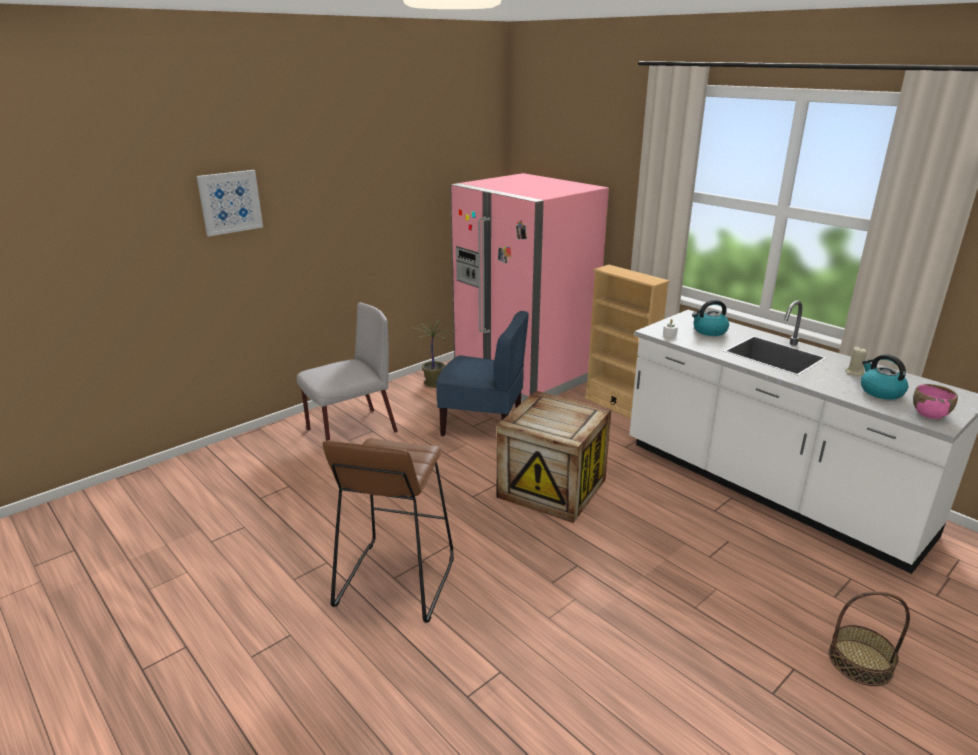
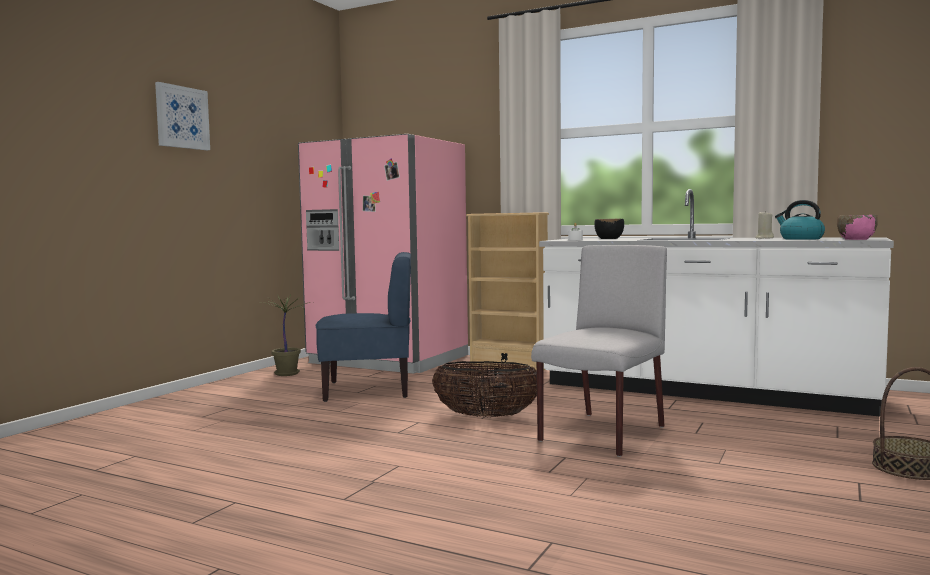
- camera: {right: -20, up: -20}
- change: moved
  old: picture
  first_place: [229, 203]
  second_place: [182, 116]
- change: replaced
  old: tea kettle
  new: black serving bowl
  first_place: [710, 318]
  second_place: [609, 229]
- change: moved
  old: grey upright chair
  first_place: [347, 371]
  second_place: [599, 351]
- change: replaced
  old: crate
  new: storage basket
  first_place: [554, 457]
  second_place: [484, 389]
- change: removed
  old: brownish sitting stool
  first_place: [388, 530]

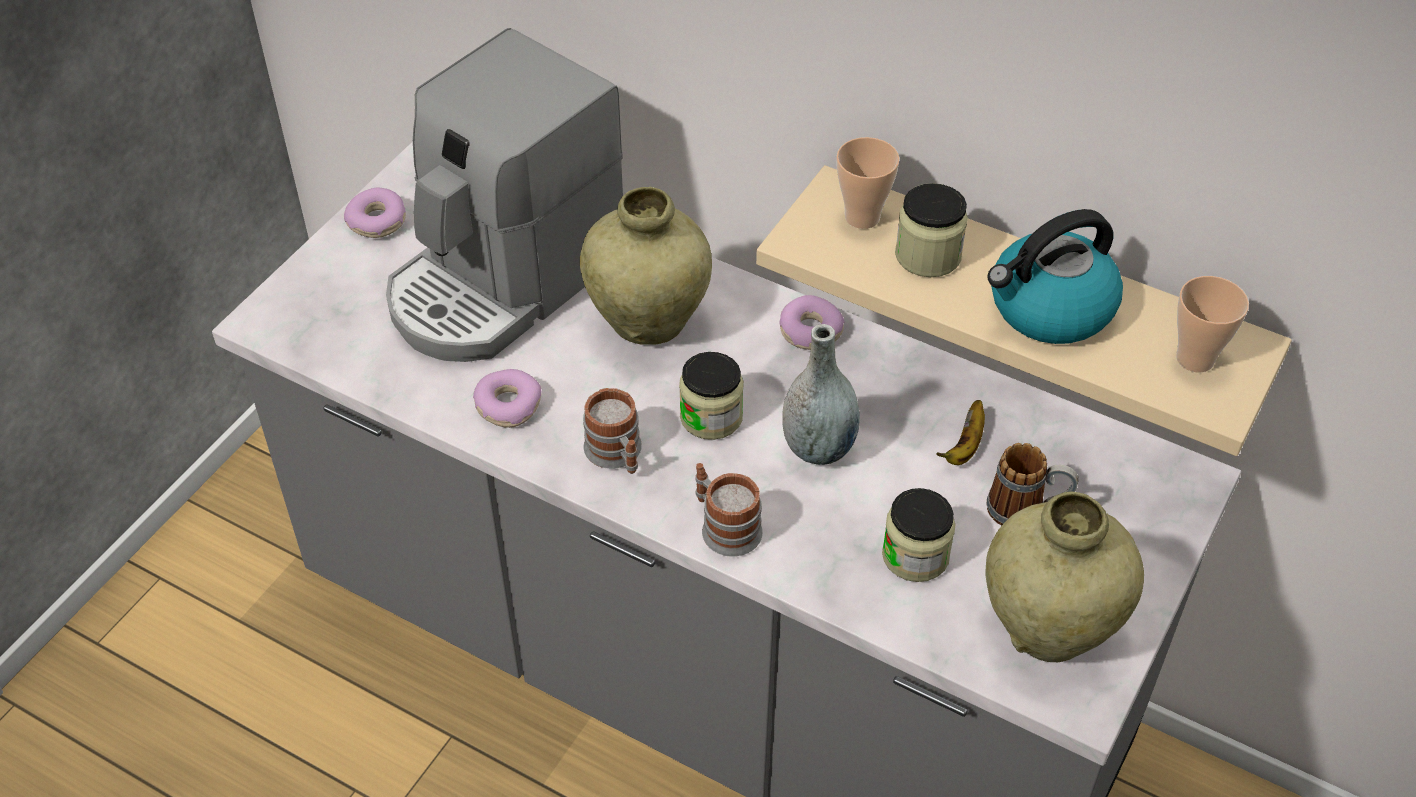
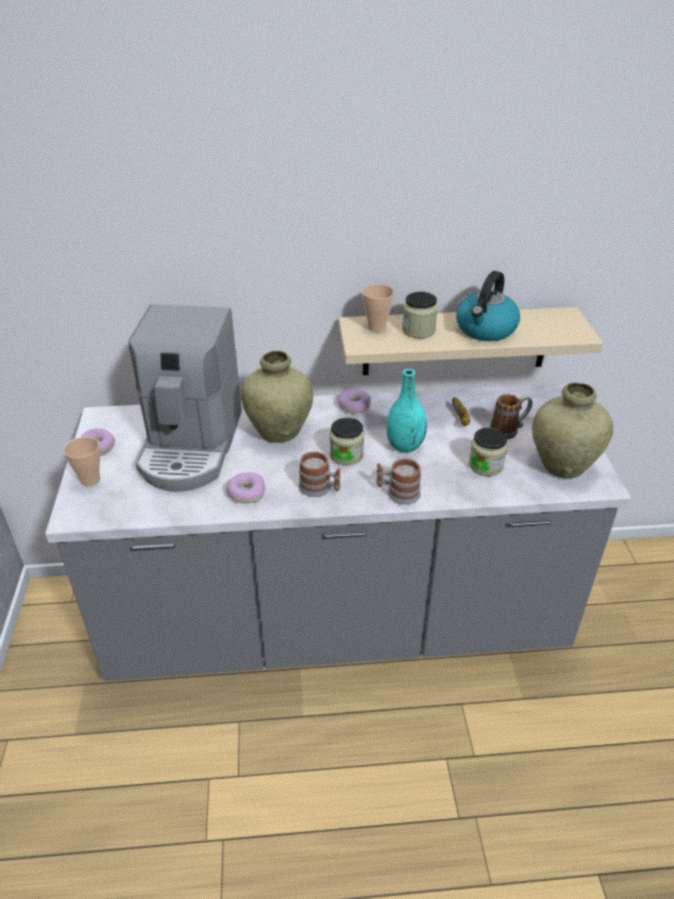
- camera: {right: -35, up: -10}
- change: moved
  old: small cup
  first_place: [1212, 324]
  second_place: [82, 461]
- change: recoloured
  old: grey decorative vase
  new: turquoise decorative vase
  first_place: [821, 394]
  second_place: [406, 411]

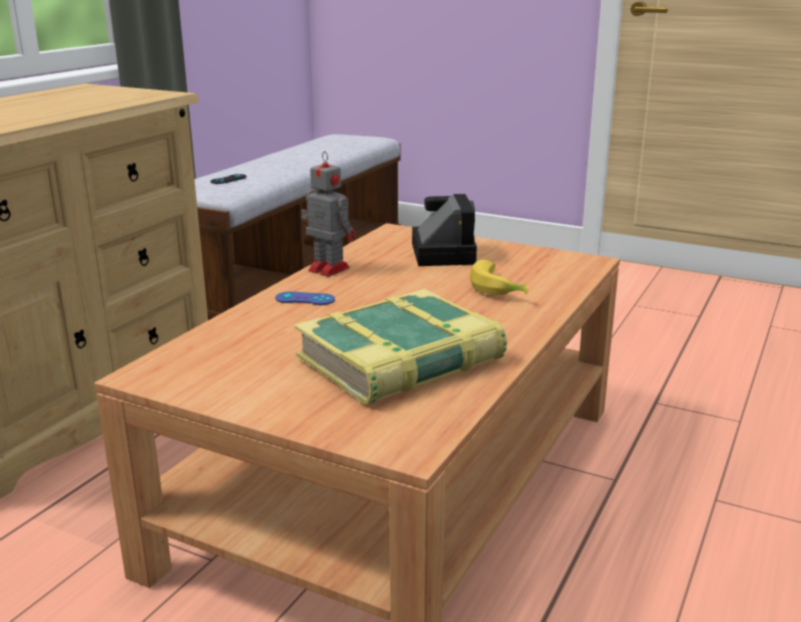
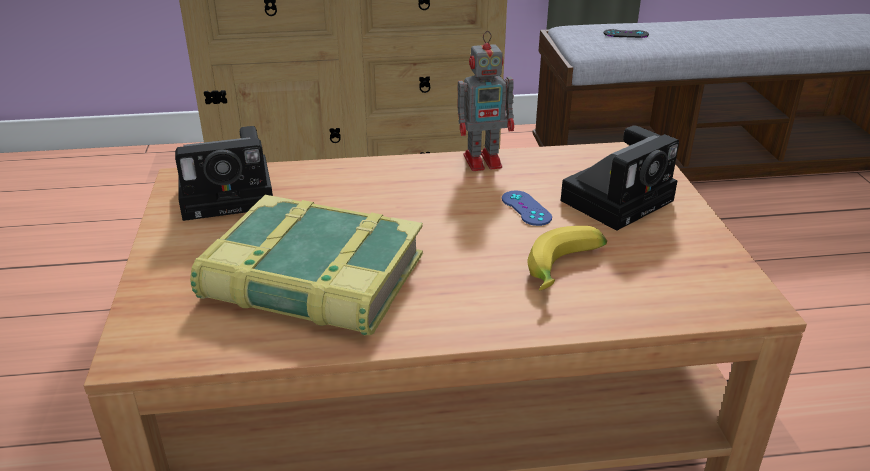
- camera: {right: 55, up: 10}
- change: turned
  old: model robot
  first_place: [328, 214]
  second_place: [485, 101]
  degrees: 75
- change: moved
  old: blue game controller
  first_place: [305, 298]
  second_place: [527, 208]
- change: added
  new: still camera
  second_place: [224, 173]

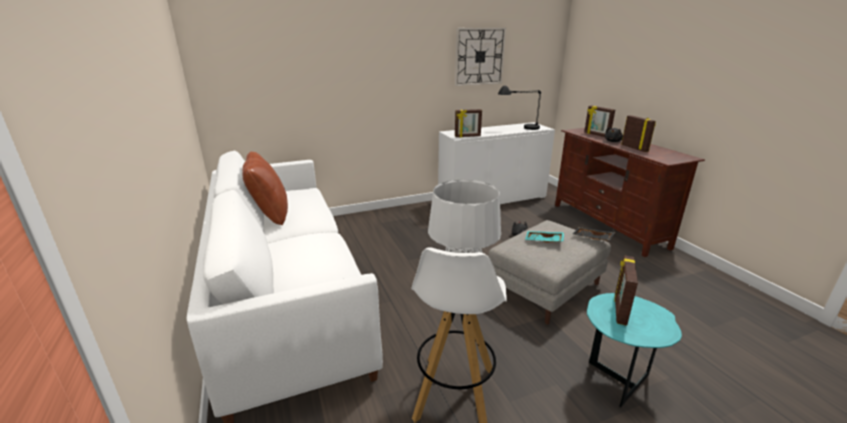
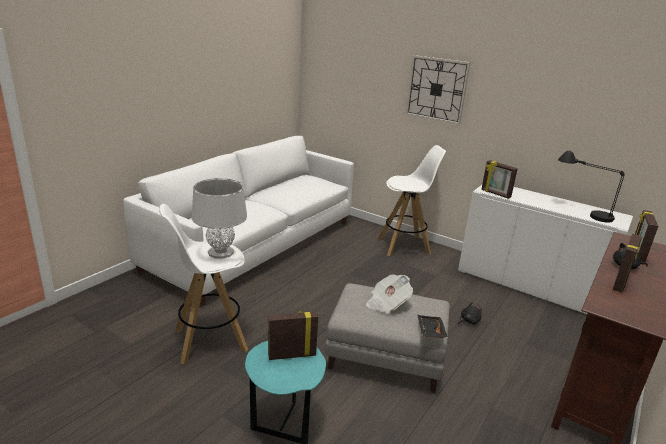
- camera: {right: 55, up: 0}
- change: moved
  old: hanging clock
  first_place: [480, 56]
  second_place: [438, 90]
- change: removed
  old: brownish throw pillow
  first_place: [265, 188]
- change: replaced
  old: turquoise serving tray
  new: daily paper
  first_place: [544, 236]
  second_place: [389, 294]
- change: added
  new: white-coloured sitting stool
  second_place: [412, 200]

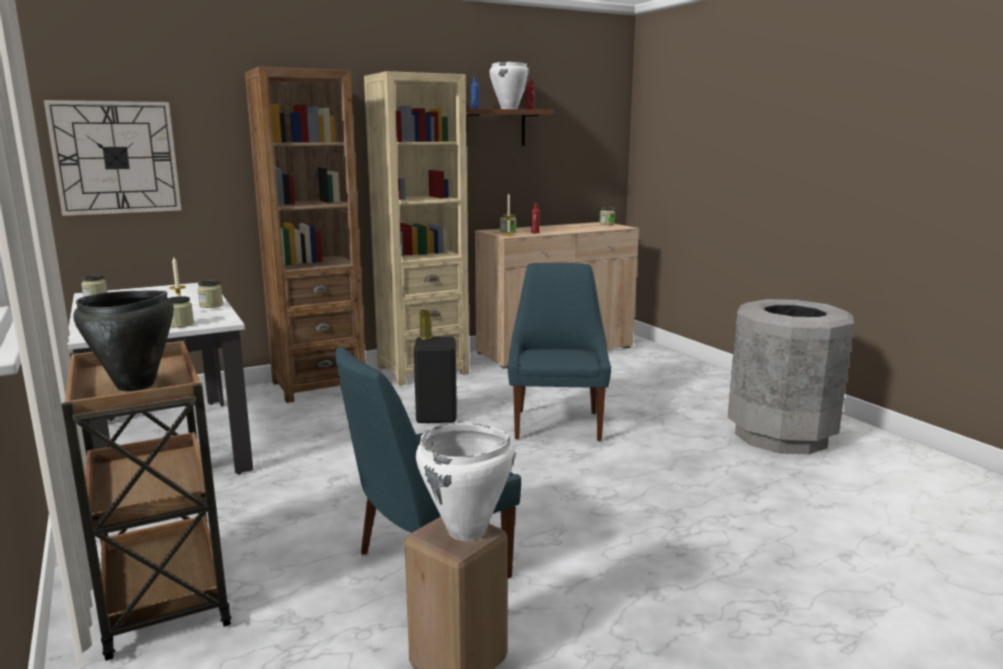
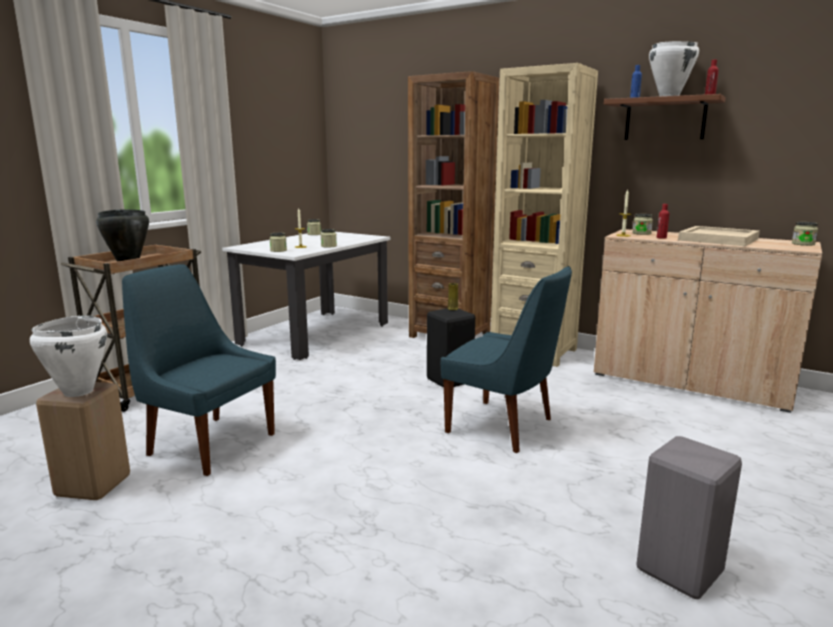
- camera: {right: 60, up: 0}
- change: removed
  old: hanging clock
  first_place: [113, 158]
- change: turned
  old: blue upright chair
  first_place: [559, 352]
  second_place: [506, 359]
  degrees: 60
- change: replaced
  old: grey waste bin
  new: grey sitting stool
  first_place: [791, 377]
  second_place: [689, 517]
- change: added
  new: beige serving tray
  second_place: [719, 236]

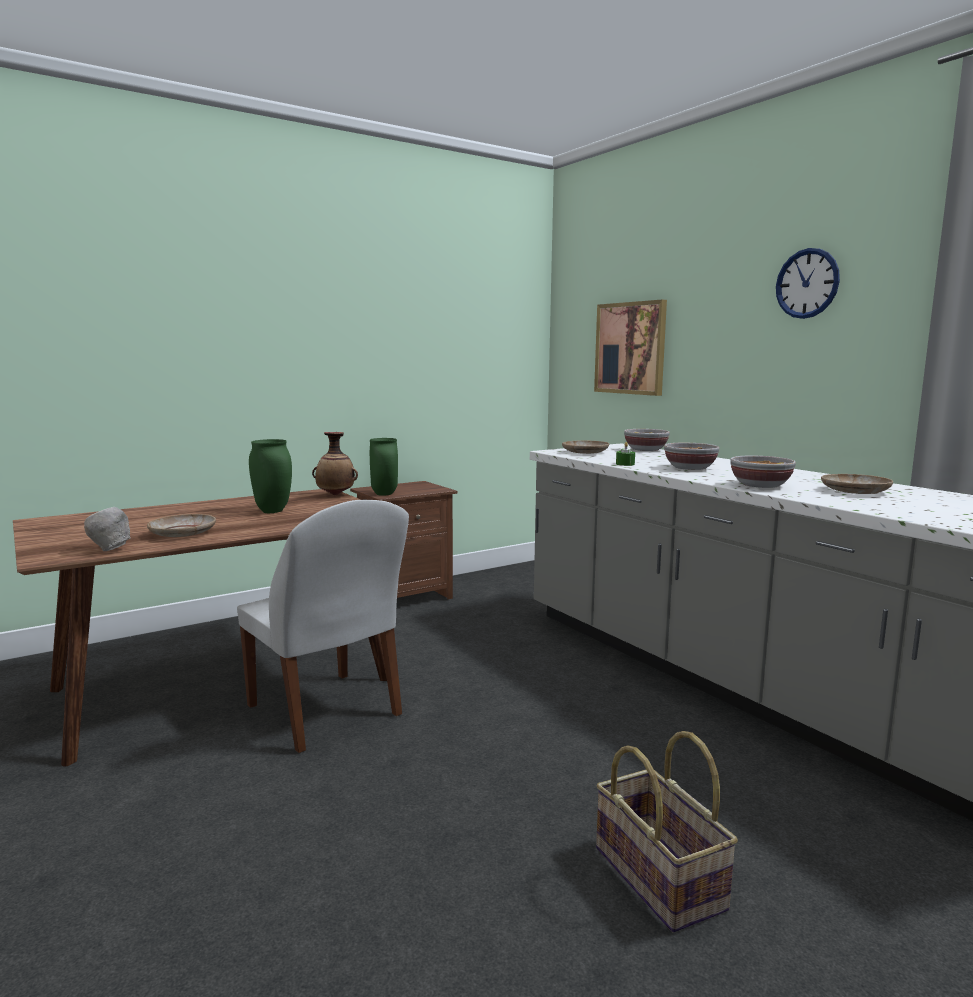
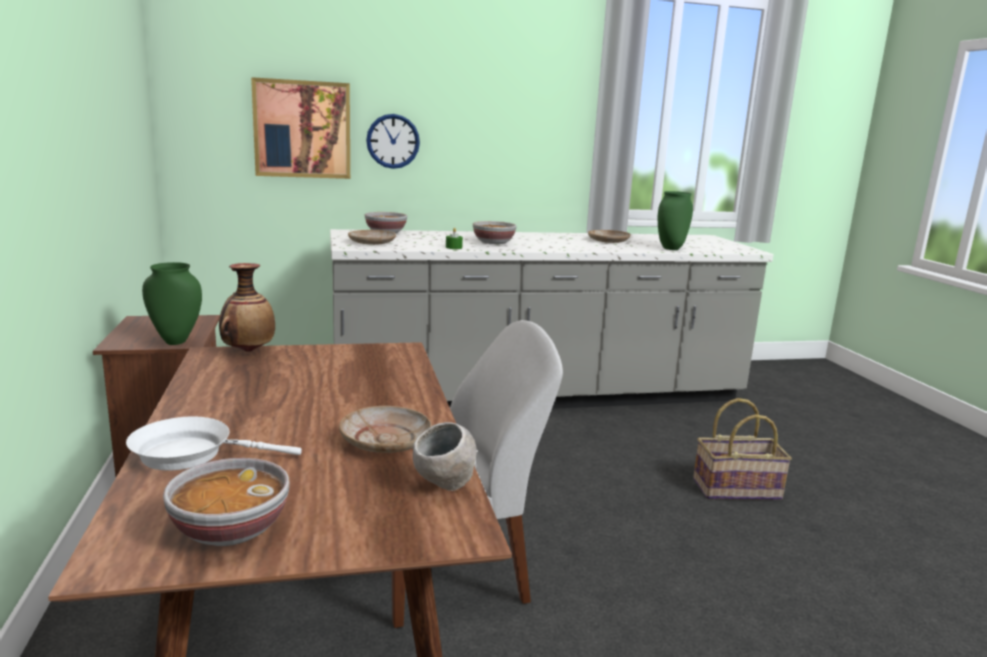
- camera: {right: -70, up: 5}
- change: moved
  old: hanging clock
  first_place: [808, 283]
  second_place: [393, 141]
- change: moved
  old: greenish decorative vase
  first_place: [270, 476]
  second_place: [675, 220]
- change: moved
  old: serving bowl
  first_place: [763, 472]
  second_place: [226, 502]
- change: added
  new: white-coloured frying pan
  second_place: [214, 443]

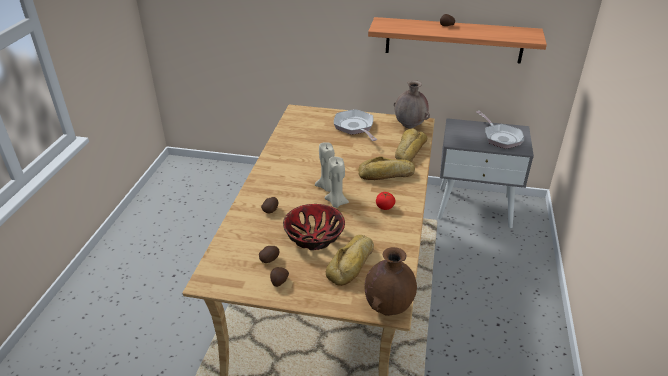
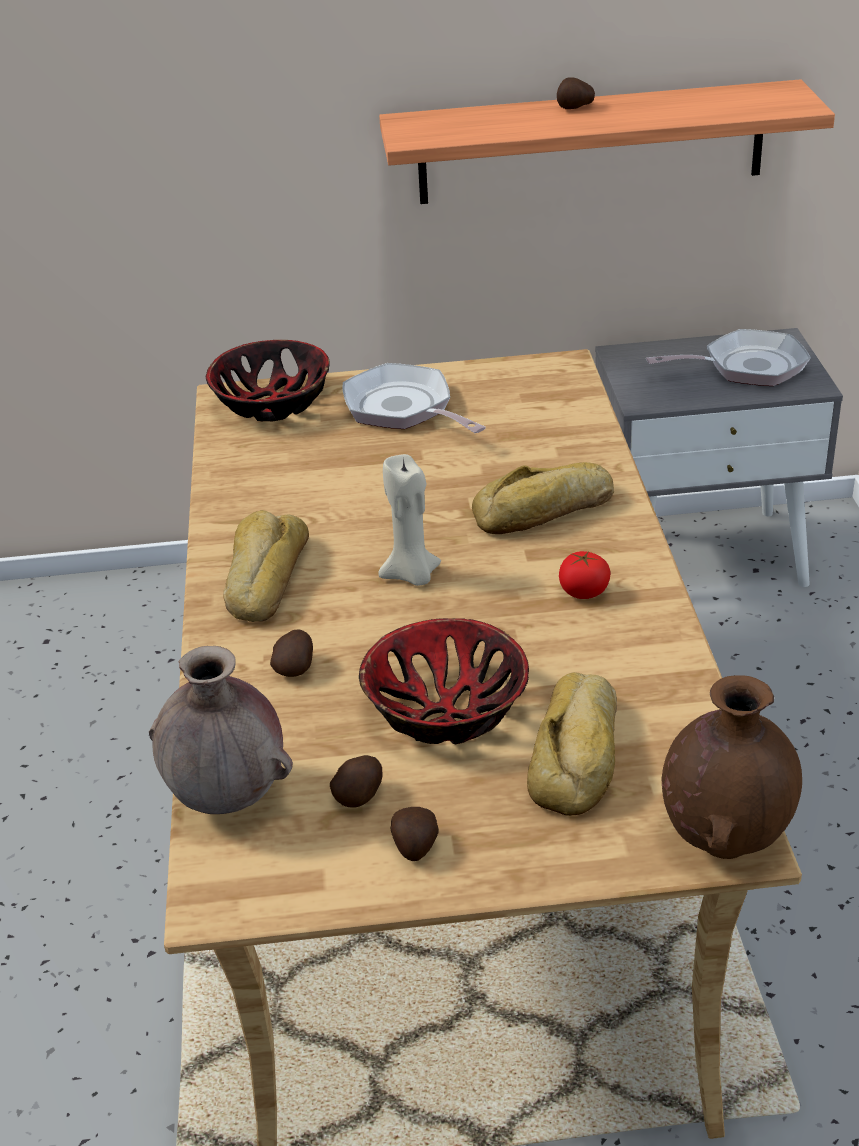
- camera: {right: -15, up: 0}
- change: moved
  old: brownish decorative vase
  first_place: [412, 104]
  second_place: [221, 730]
- change: turned
  old: frying pan
  first_place: [500, 130]
  second_place: [728, 357]
  degrees: -60
- change: moved
  old: bread
  first_place: [411, 144]
  second_place: [266, 566]
- change: removed
  old: beige wax candle
  first_place: [337, 182]
- change: added
  new: serving bowl
  second_place: [268, 381]

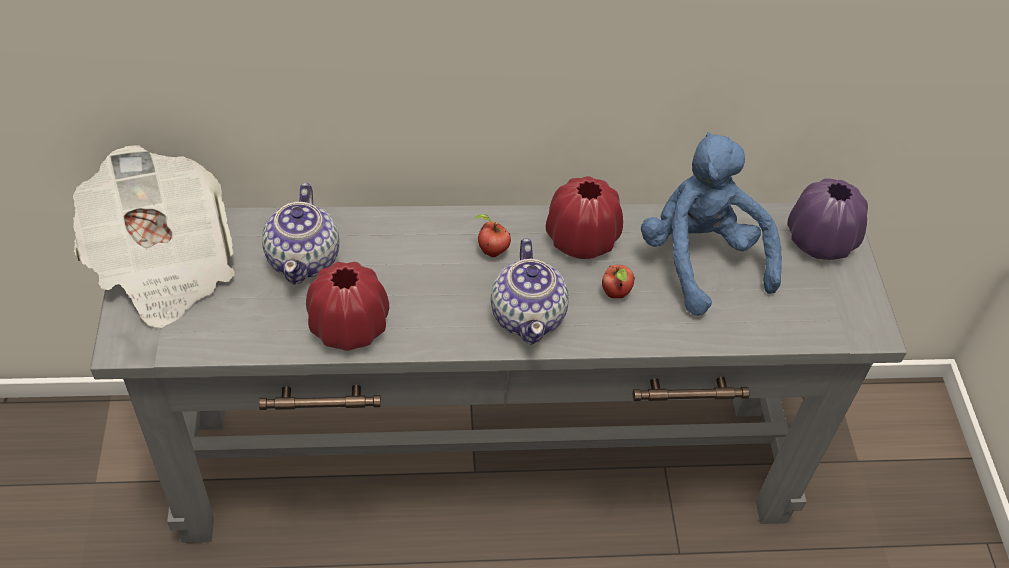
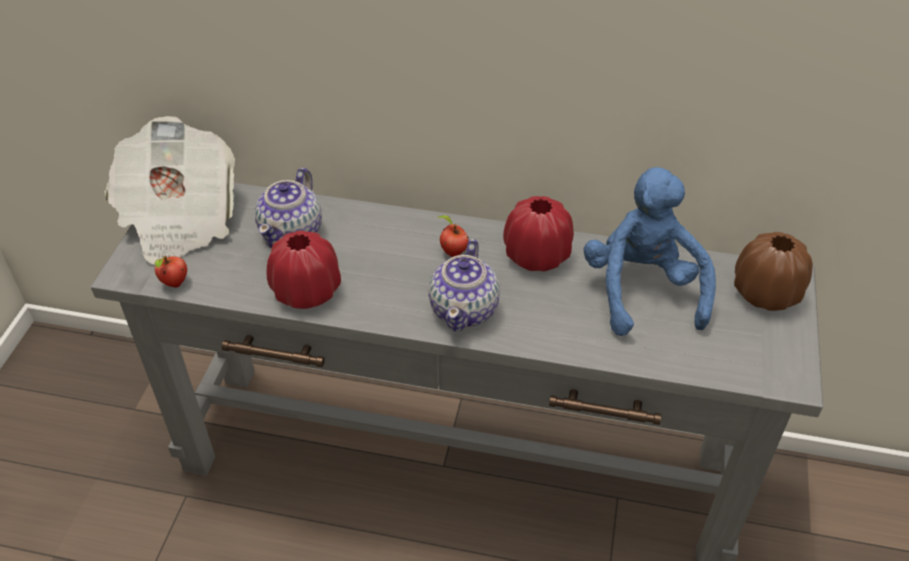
- camera: {right: 20, up: -5}
- change: recoloured
  old: purple decorative vase
  new: brownish decorative vase
  first_place: [827, 219]
  second_place: [773, 271]
- change: moved
  old: apple fruit
  first_place: [618, 281]
  second_place: [171, 272]

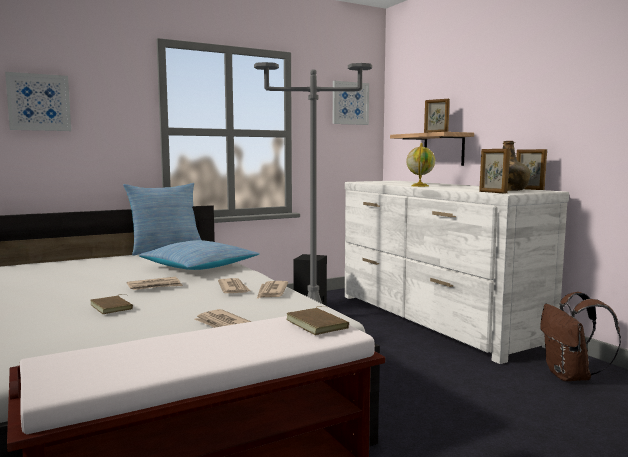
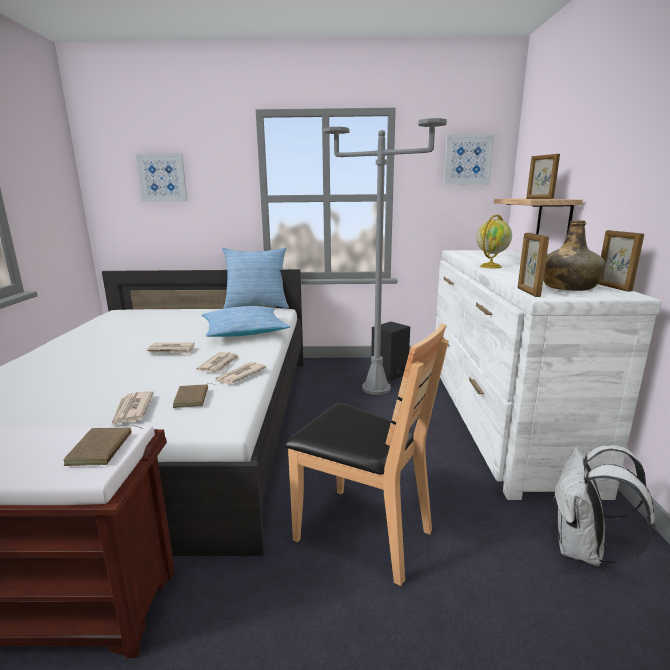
- camera: {right: 30, up: 10}
- change: recoloured
  old: brownish backpack
  new: white-coloured backpack
  first_place: [580, 336]
  second_place: [604, 505]
- change: moved
  old: brownish book
  first_place: [112, 304]
  second_place: [194, 395]
- change: added
  new: brownish upright chair
  second_place: [367, 454]

